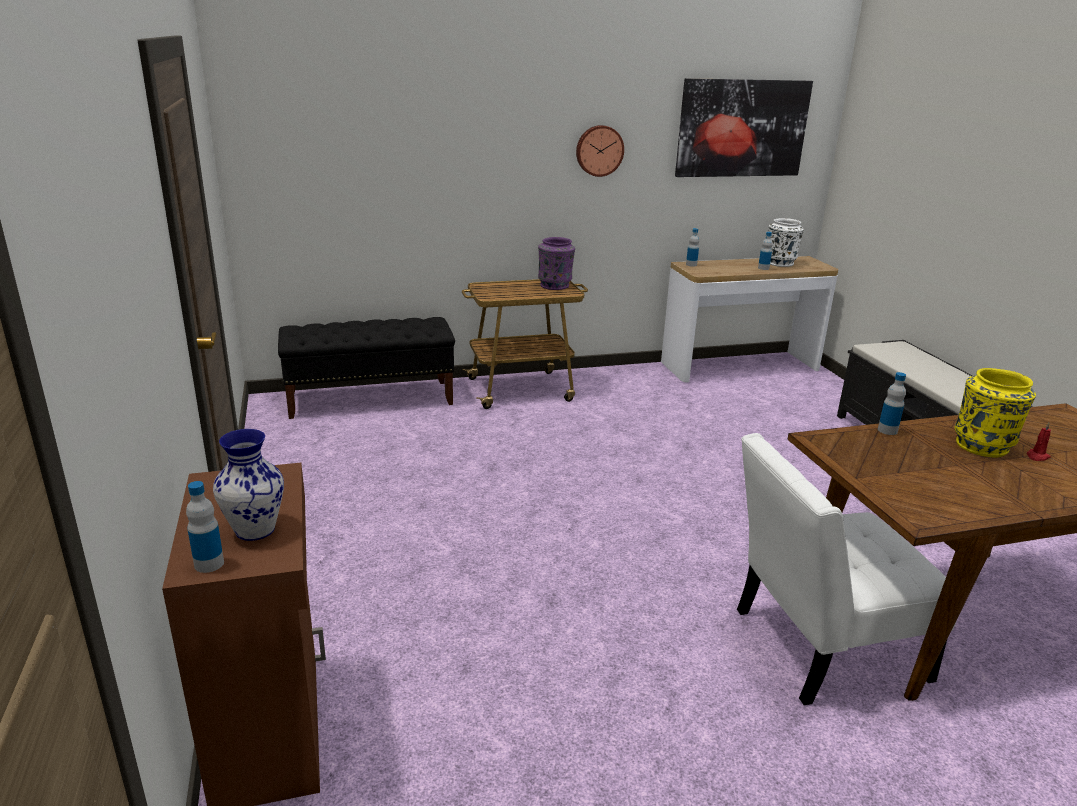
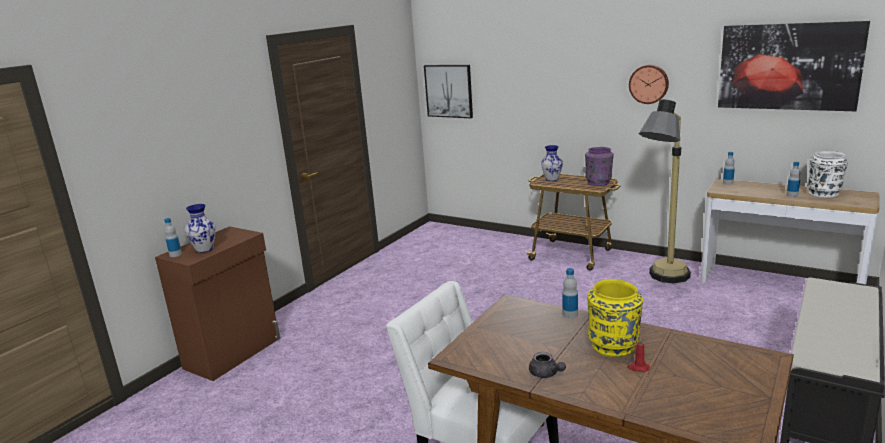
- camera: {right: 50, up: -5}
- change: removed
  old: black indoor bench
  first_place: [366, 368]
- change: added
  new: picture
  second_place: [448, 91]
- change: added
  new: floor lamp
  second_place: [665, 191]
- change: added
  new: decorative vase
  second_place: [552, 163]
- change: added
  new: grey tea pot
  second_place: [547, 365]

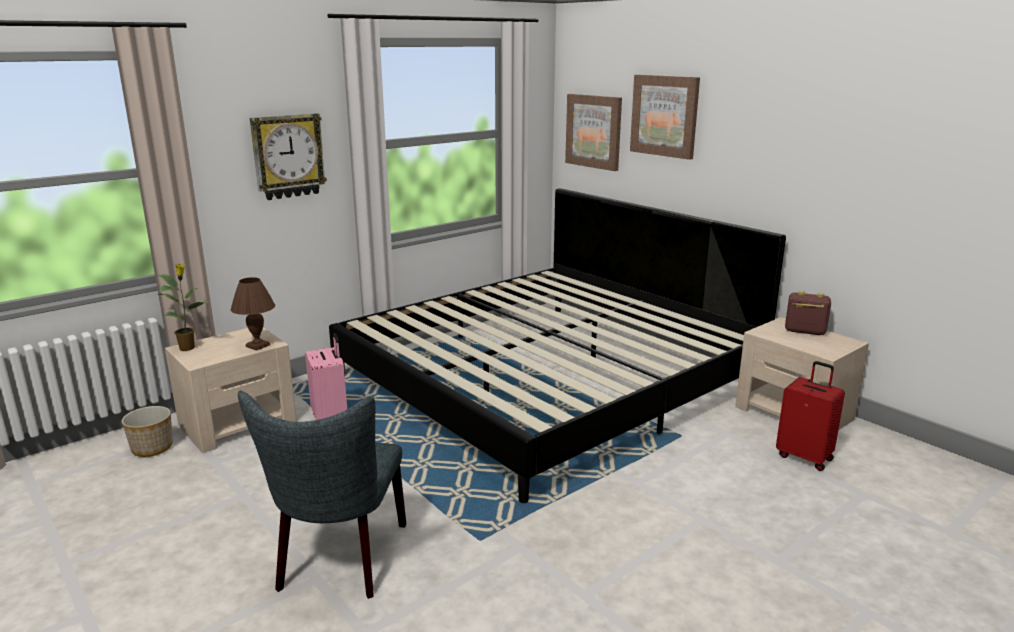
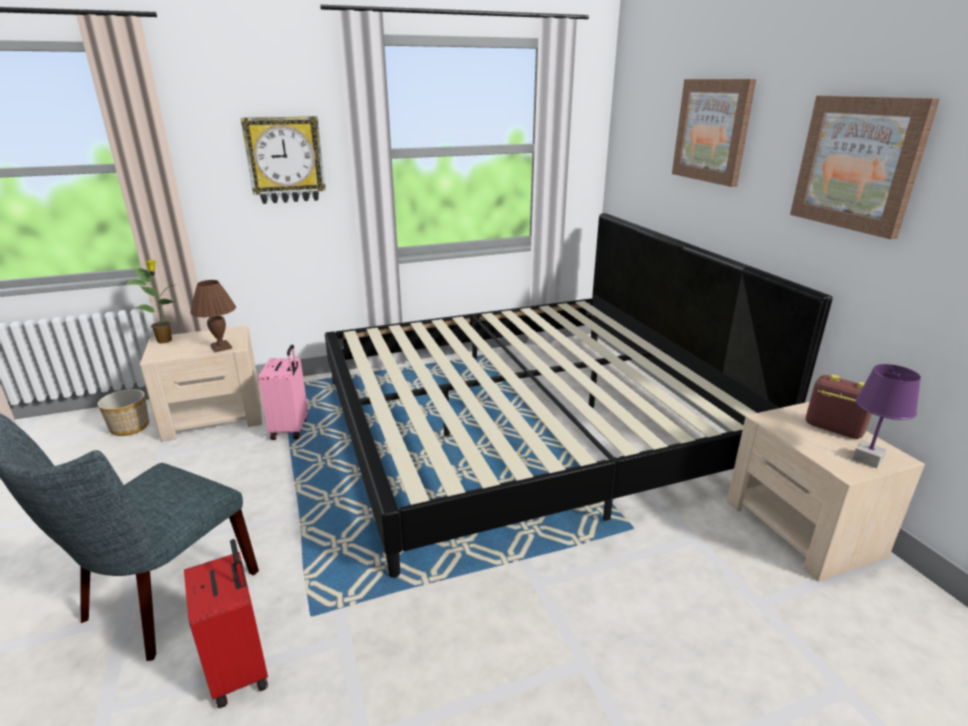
- camera: {right: 20, up: 5}
- change: moved
  old: picture
  first_place: [593, 132]
  second_place: [865, 167]
- change: moved
  old: red-coloured travel case
  first_place: [810, 416]
  second_place: [226, 623]
- change: added
  new: purple lamp for a table
  second_place: [886, 416]

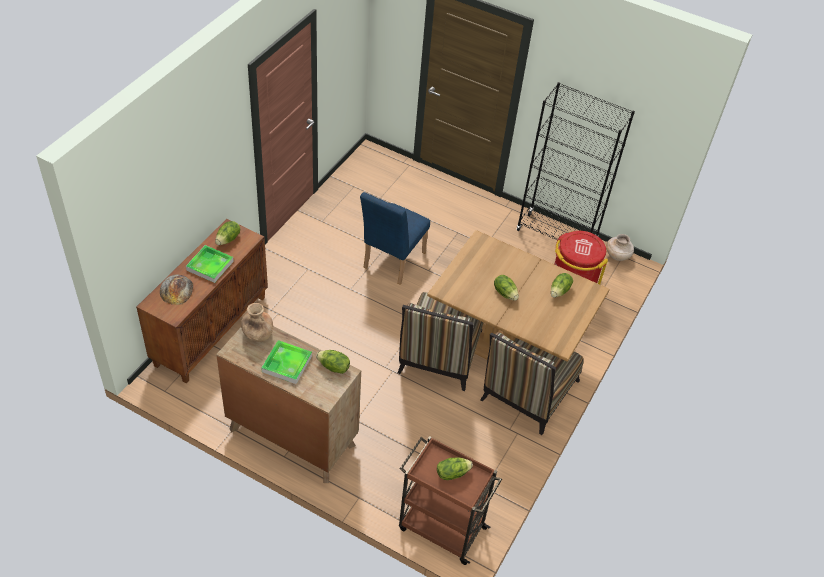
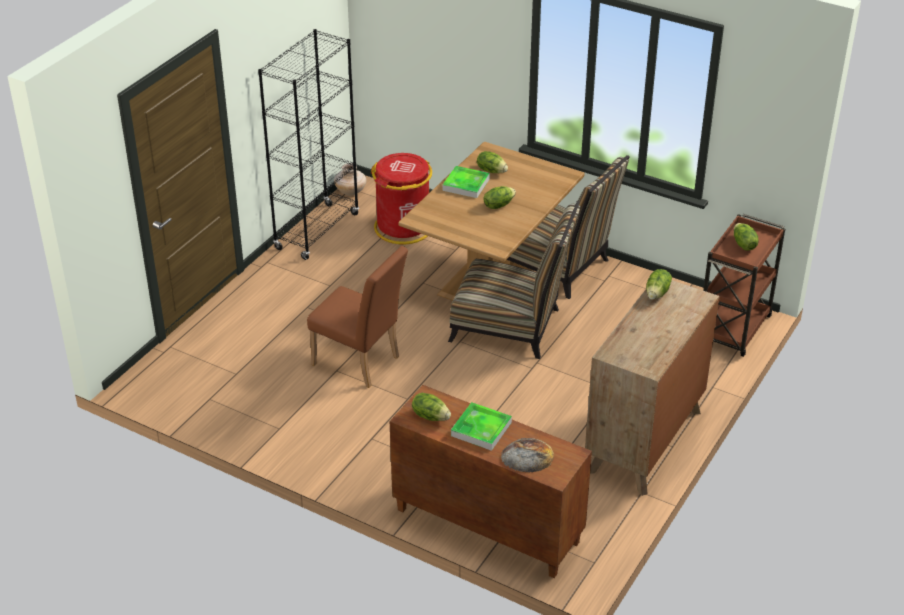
- camera: {right: -85, up: -10}
- change: recoloured
  old: blue upright chair
  new: brownish upright chair
  first_place: [395, 238]
  second_place: [357, 317]
- change: removed
  old: brownish decorative vase
  first_place: [257, 322]
- change: moved
  old: serving tray
  first_place: [286, 362]
  second_place: [466, 182]

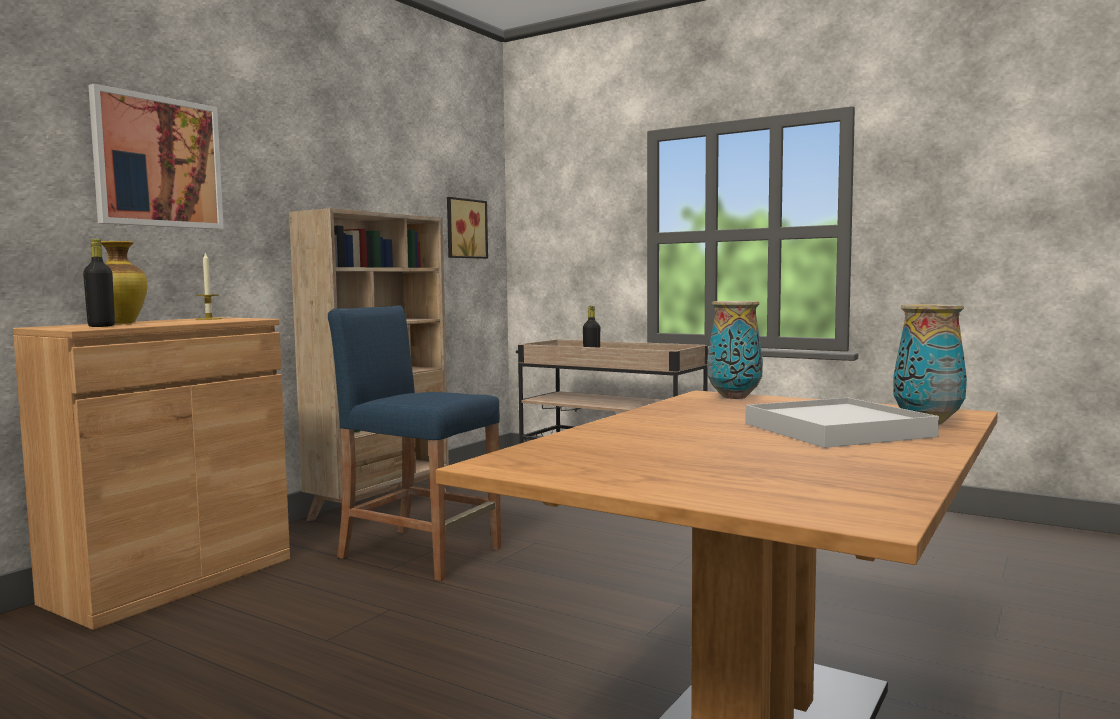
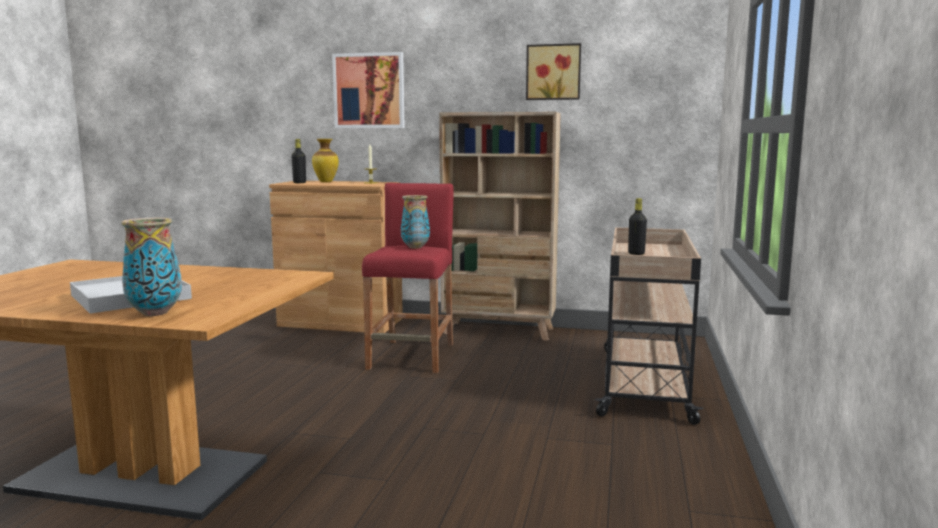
- camera: {right: 70, up: 5}
- change: moved
  old: picture
  first_place: [467, 228]
  second_place: [553, 71]
- change: moved
  old: decorative vase
  first_place: [735, 350]
  second_place: [415, 222]
- change: recoloured
  old: blue sitting stool
  new: red-coloured sitting stool
  first_place: [414, 443]
  second_place: [408, 278]

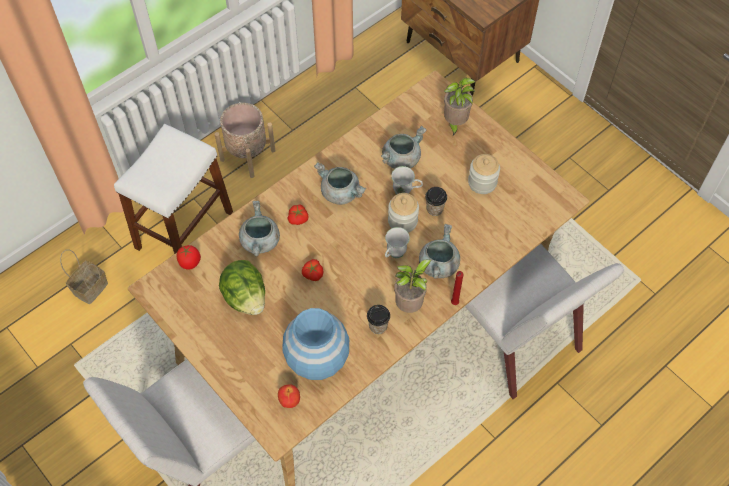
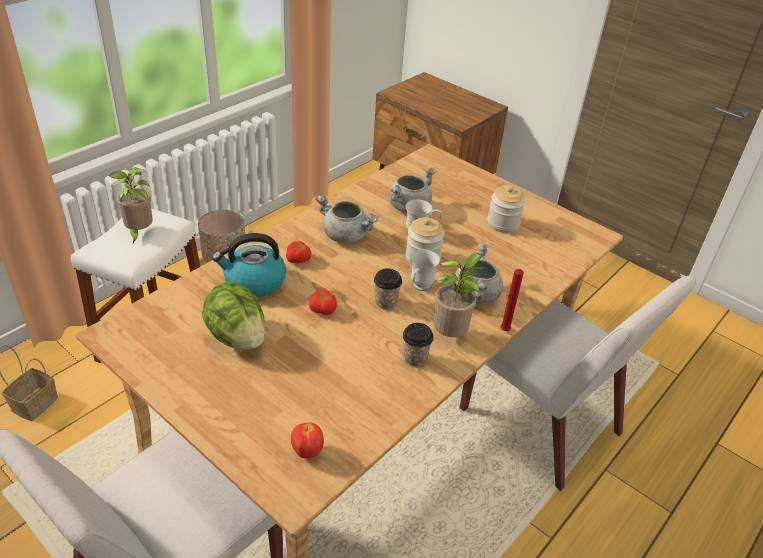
- camera: {right: -10, up: -20}
- change: moved
  old: potted plant
  first_place: [459, 106]
  second_place: [131, 205]
- change: moved
  old: small cup
  first_place: [436, 201]
  second_place: [388, 289]
- change: replaced
  old: grey stockpot
  new: tea kettle
  first_place: [259, 229]
  second_place: [249, 265]
- change: removed
  old: whole tomato
  first_place: [189, 257]
- change: removed
  old: blue decorative vase
  first_place: [315, 344]

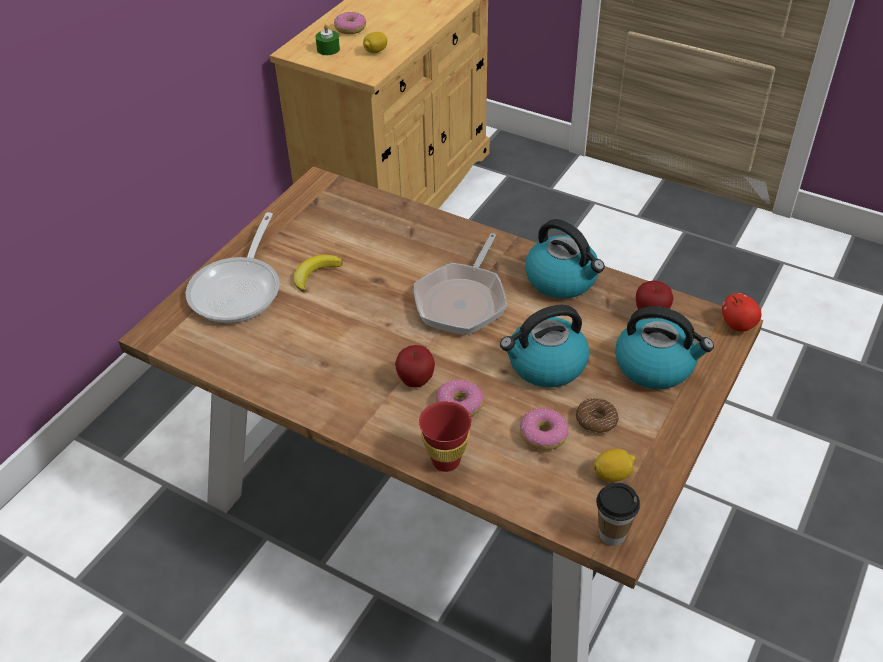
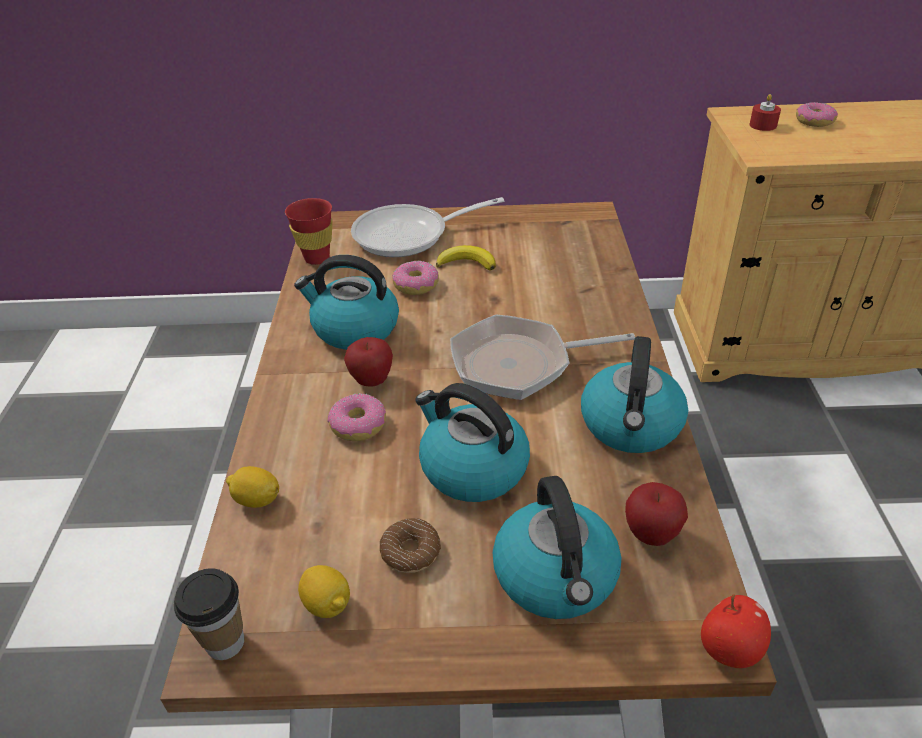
- camera: {right: 60, up: -5}
- change: recoloured
  old: greenish wax candle
  new: red-coloured wax candle
  first_place: [327, 39]
  second_place: [765, 112]
- change: moved
  old: lemon
  first_place: [375, 42]
  second_place: [252, 487]
- change: moved
  old: red-coloured small cup
  first_place: [445, 436]
  second_place: [309, 231]
- change: moved
  old: doughnut
  first_place: [544, 429]
  second_place: [415, 278]
- change: added
  new: tea kettle
  second_place: [346, 302]

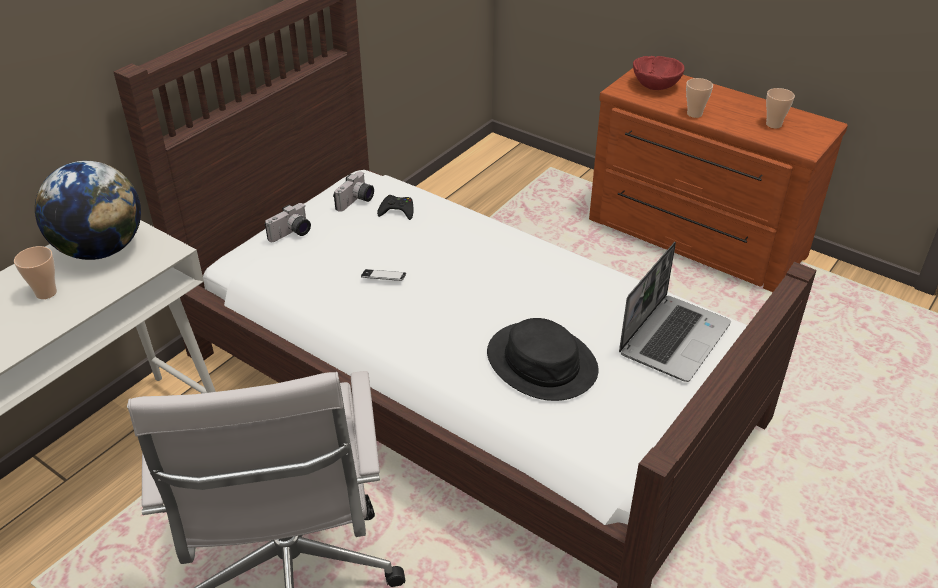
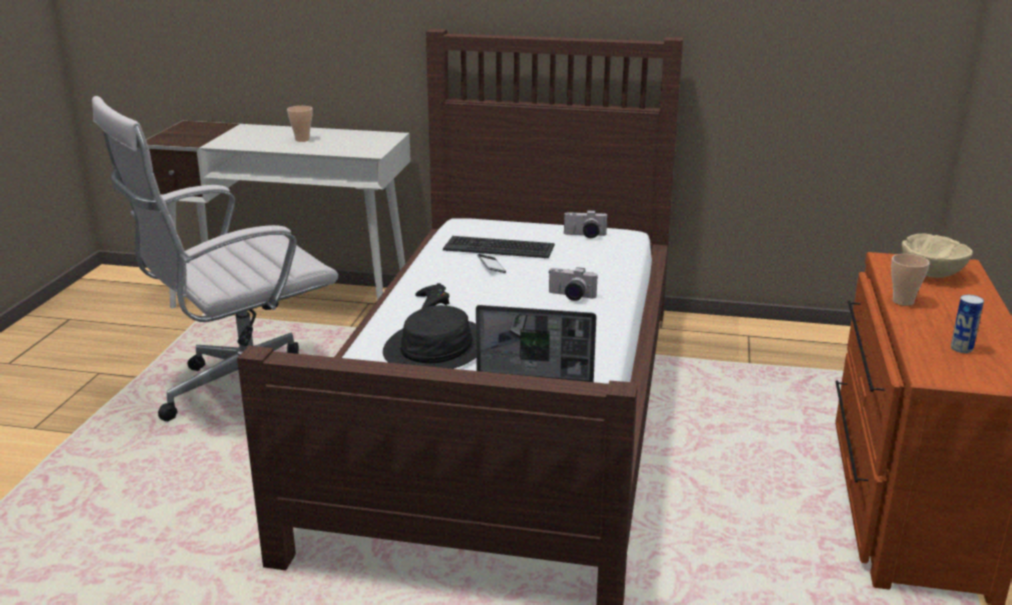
- camera: {right: 65, up: -15}
- change: recoloured
  old: red-coloured serving bowl
  new: beige serving bowl
  first_place: [659, 73]
  second_place: [937, 256]
- change: replaced
  old: small cup
  new: can
  first_place: [780, 108]
  second_place: [967, 324]
- change: removed
  old: world globe
  first_place: [88, 210]
- change: moved
  old: black game controller
  first_place: [395, 207]
  second_place: [432, 296]
- change: moved
  old: still camera
  first_place: [288, 222]
  second_place: [573, 284]
- change: added
  new: computer keyboard
  second_place: [499, 247]

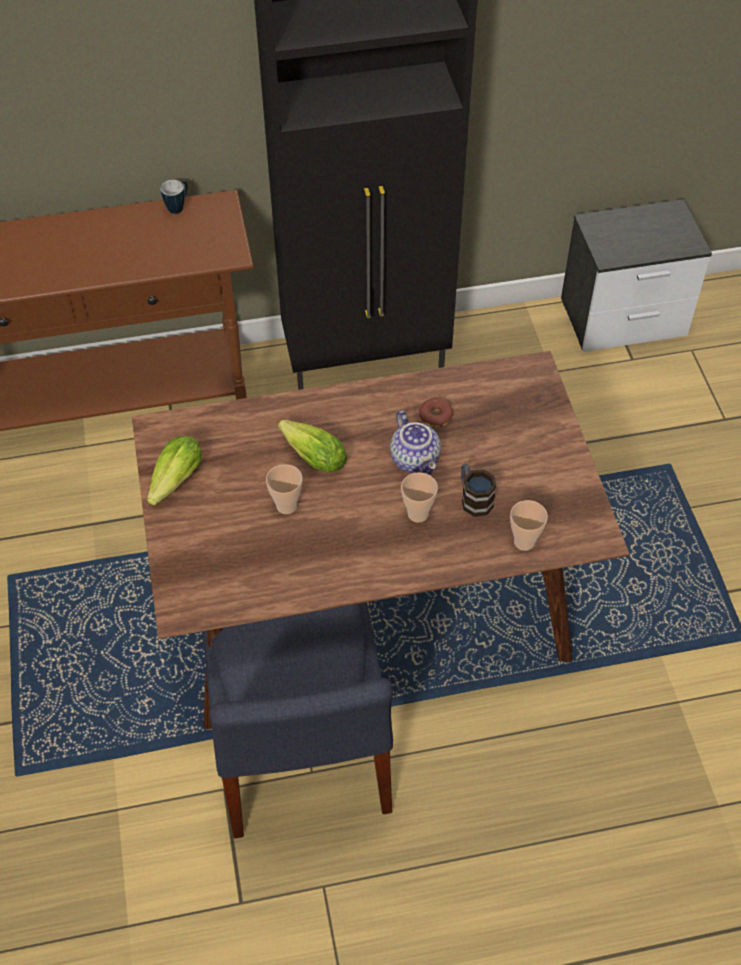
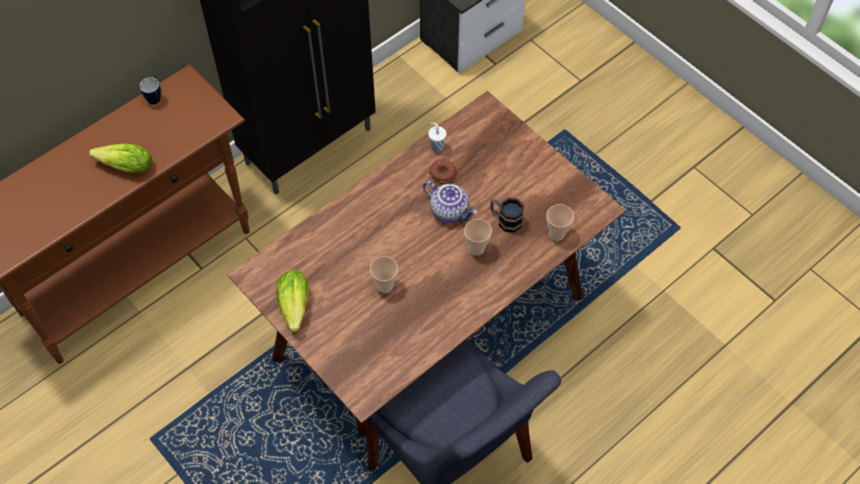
- camera: {right: -30, up: 5}
- change: moved
  old: lettuce head
  first_place: [312, 446]
  second_place: [120, 158]
- change: added
  new: white-coloured small cup
  second_place: [437, 137]

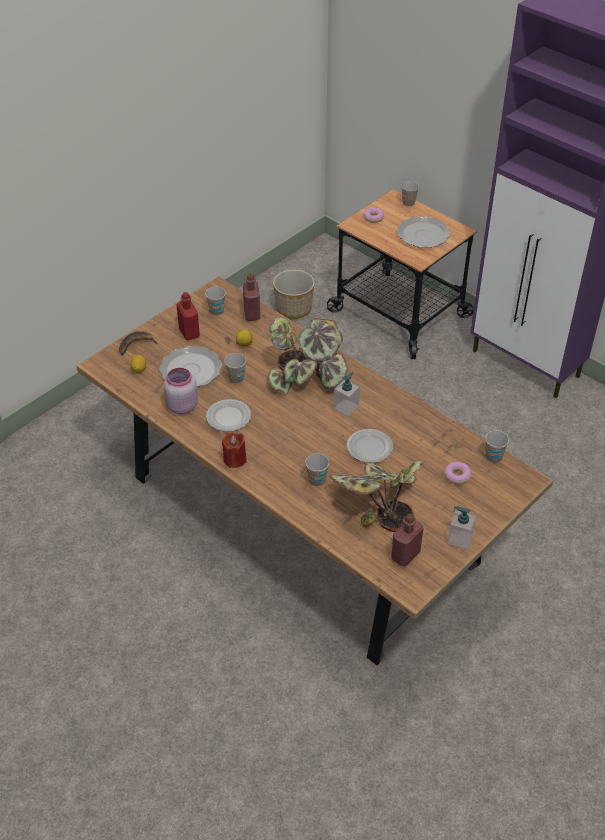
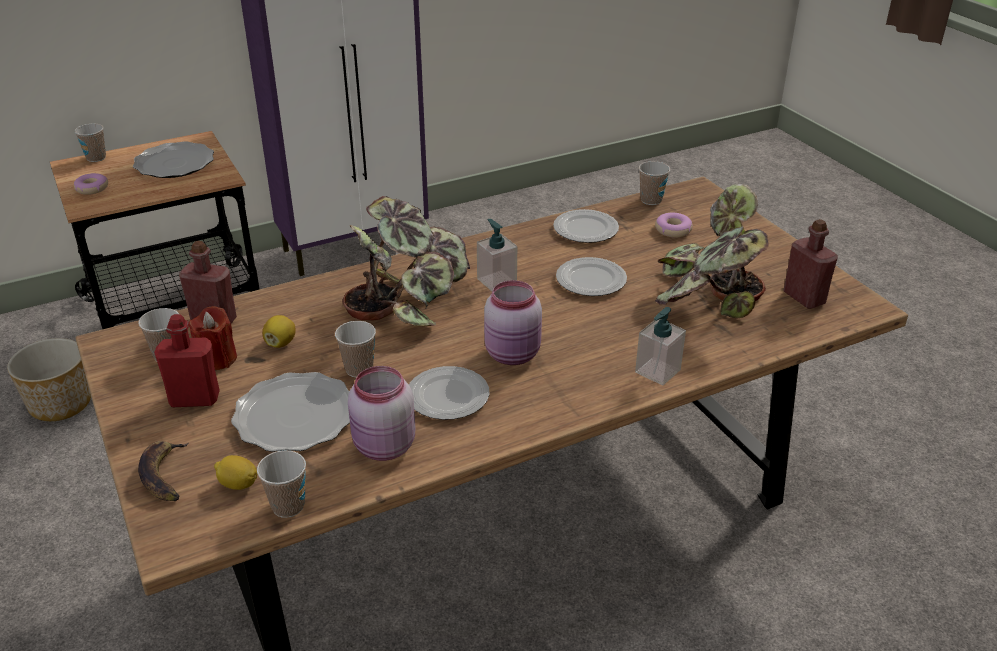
- camera: {right: -70, up: -10}
- change: moved
  old: red-coloured wax candle
  first_place: [234, 450]
  second_place: [213, 338]
- change: moved
  old: small cup
  first_place: [317, 469]
  second_place: [281, 484]
- change: moved
  old: soap dispenser
  first_place: [462, 527]
  second_place: [660, 346]
- change: added
  new: flat dish
  second_place: [586, 226]
- change: added
  new: pink jar
  second_place: [513, 322]

